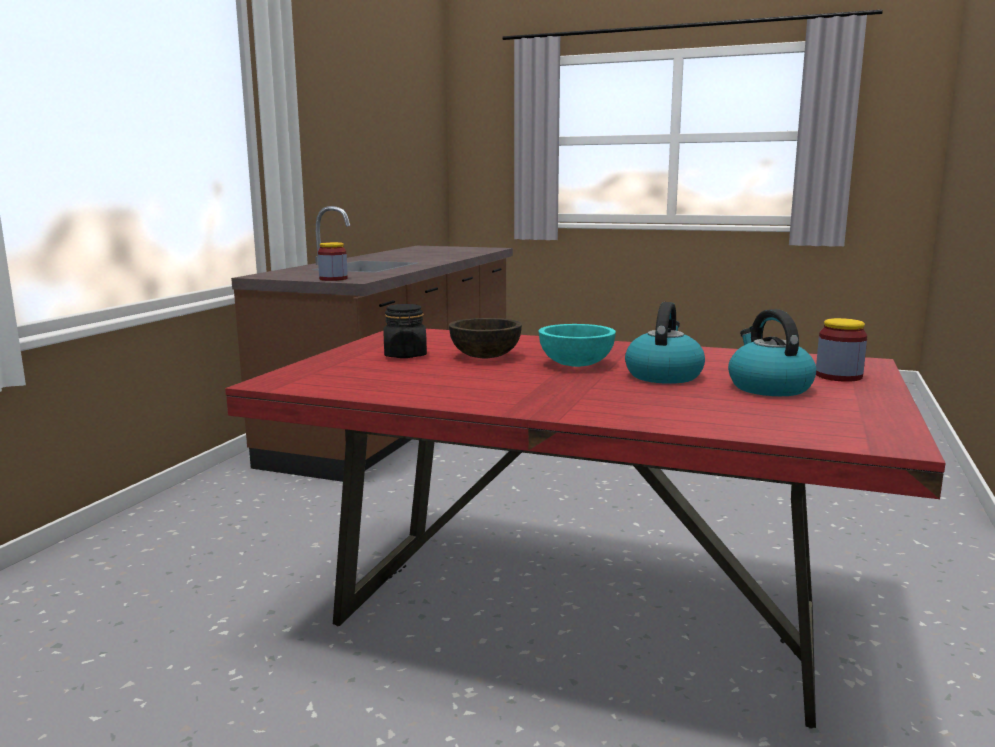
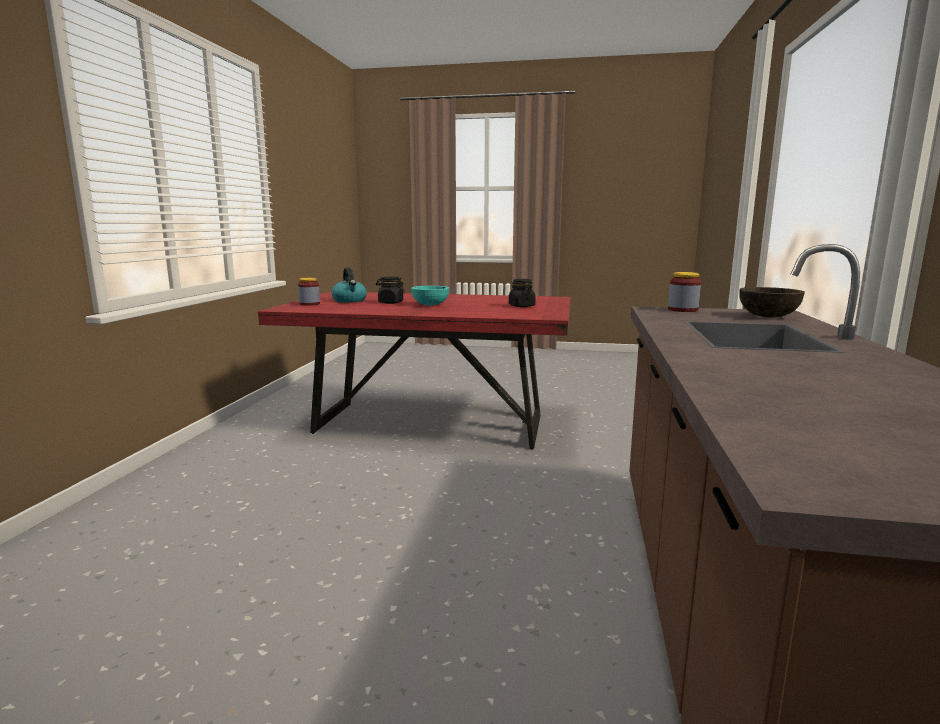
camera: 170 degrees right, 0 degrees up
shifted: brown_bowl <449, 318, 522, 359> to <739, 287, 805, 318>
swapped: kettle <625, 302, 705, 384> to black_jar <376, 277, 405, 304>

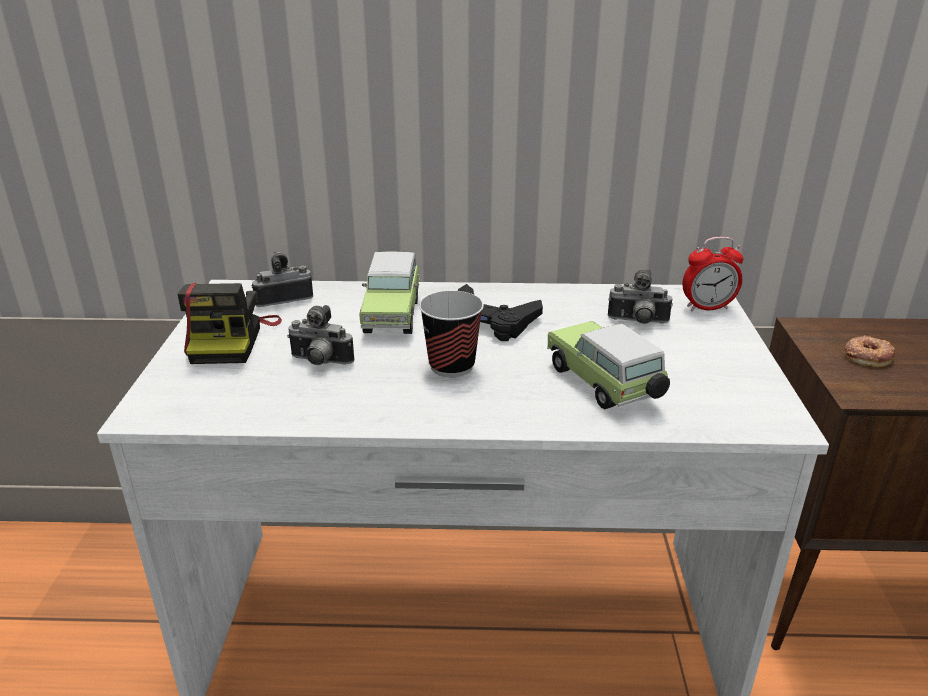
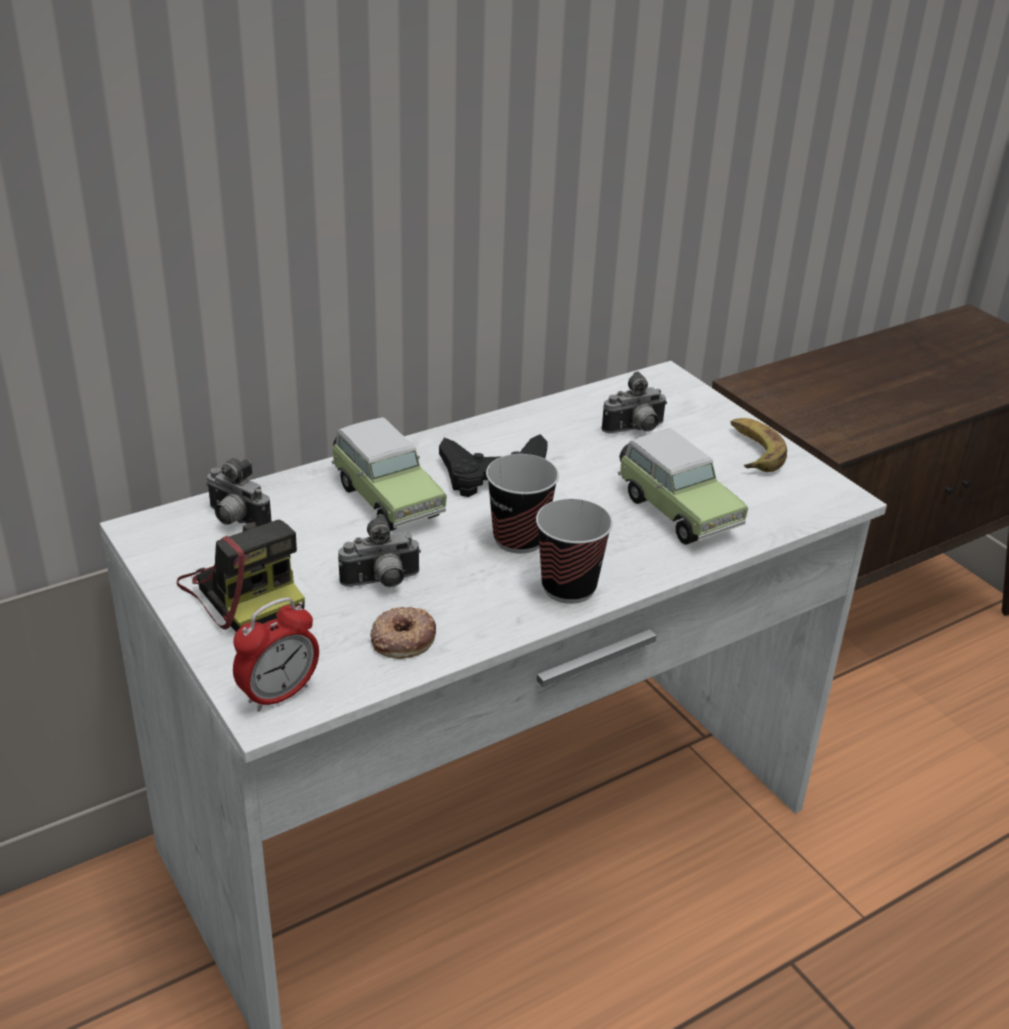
camera: 35 degrees left, 5 degrees up
new: cup <536, 499, 613, 604>; banana <731, 418, 787, 472>
shifted: alarm_clock <682, 237, 744, 311> to <233, 597, 319, 712>; donut <844, 335, 895, 367> to <370, 607, 436, 659>
rotated: photo_camera <251, 251, 313, 307> = <206, 458, 272, 527> 90 degrees counterclockwise; toy_car <547, 321, 670, 409> = <618, 429, 748, 545> 150 degrees counterclockwise

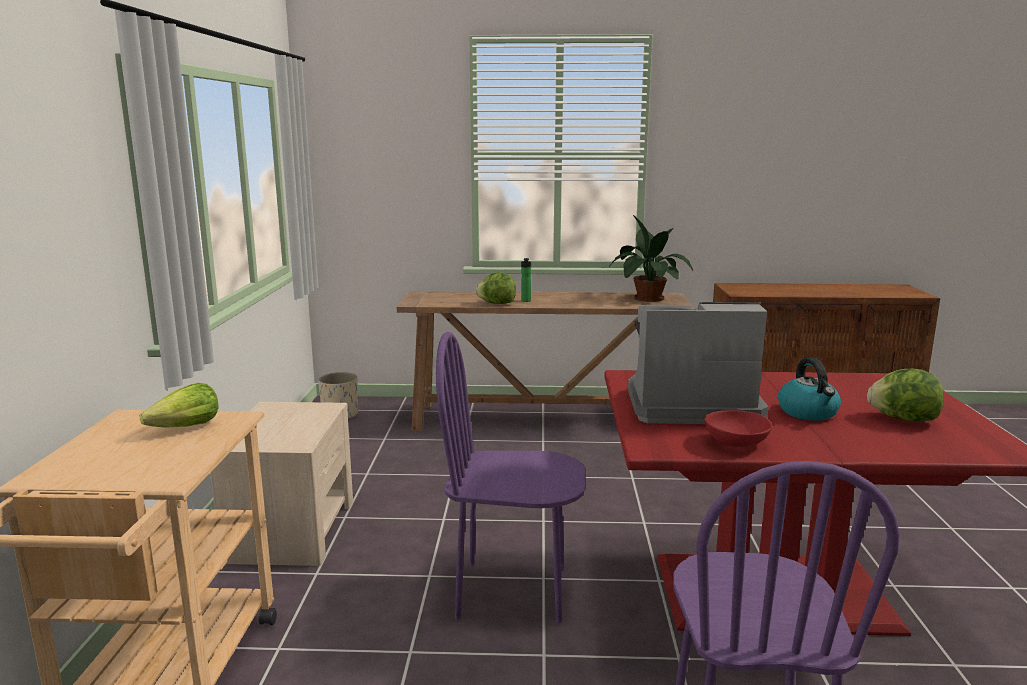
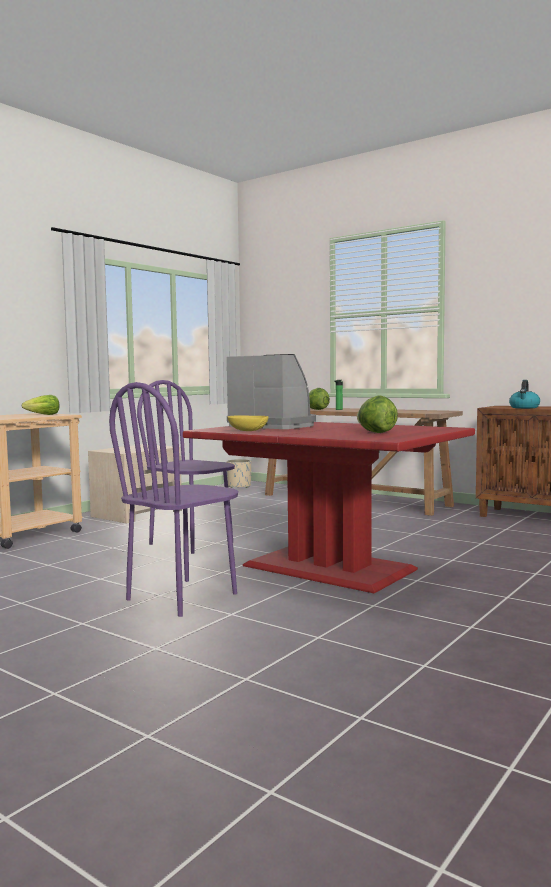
camera: 35 degrees right, 10 degrees down
gone: potted_plant <610, 215, 693, 302>
shifted: kettle <778, 357, 841, 421> to <509, 380, 540, 408>
repainted: red_bowl <704, 410, 772, 447> to yellow_bowl <227, 415, 269, 431>

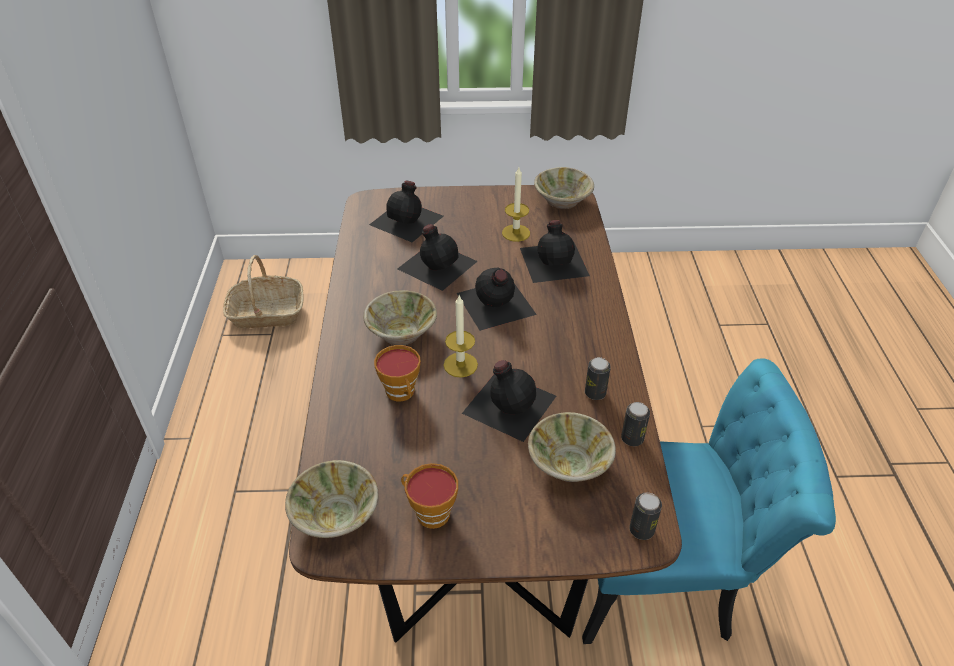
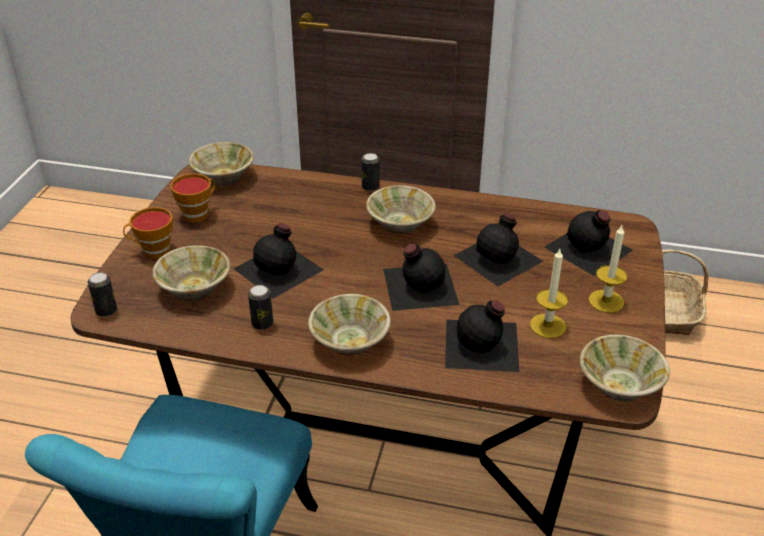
camera: 105 degrees right, 5 degrees down
new: beige_bowl <308, 294, 391, 355>
shifted: cup <374, 345, 421, 401> to <123, 207, 173, 259>; candle <444, 295, 478, 377> to <589, 225, 627, 313>; can <621, 402, 650, 446> to <361, 153, 379, 191>

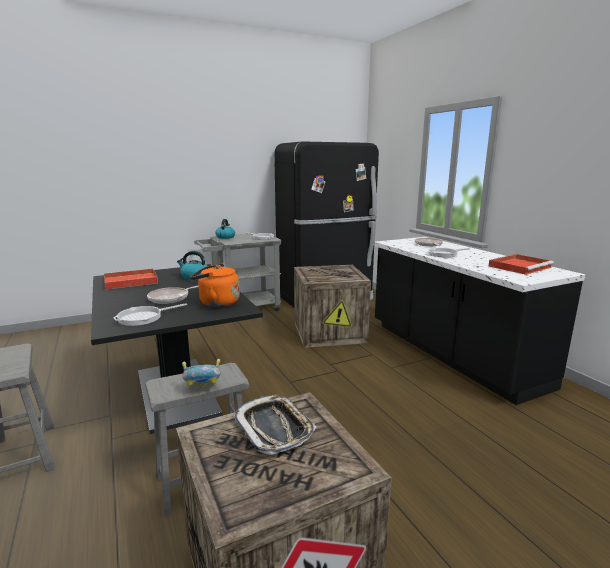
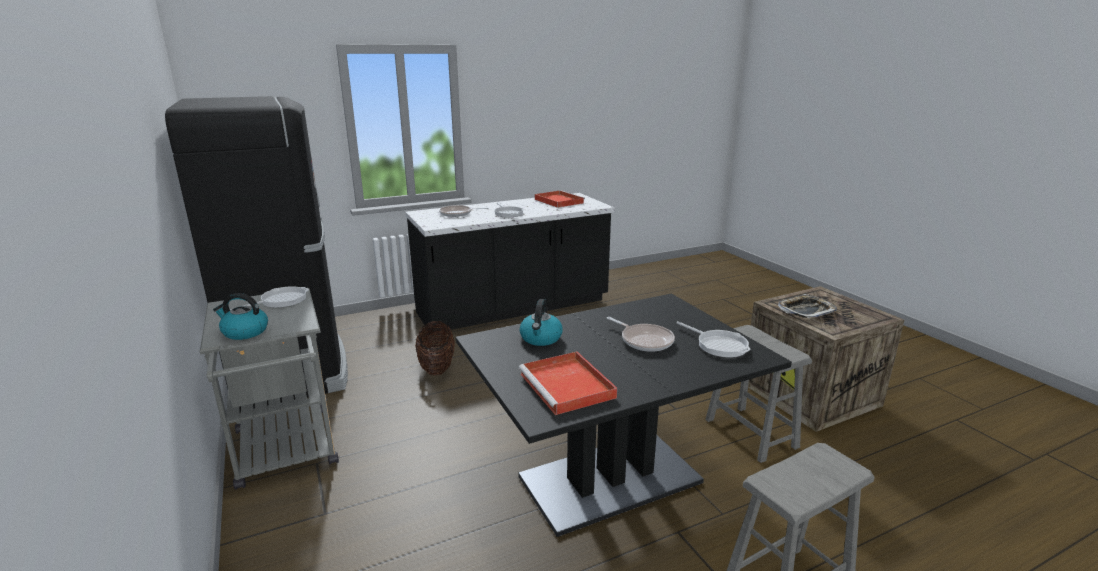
camera: 90 degrees left, 5 degrees up
gone: bowl <182, 359, 221, 387>; orange_kettle <191, 264, 240, 307>
swapped: crate <294, 265, 371, 348> to basket <415, 321, 455, 376>

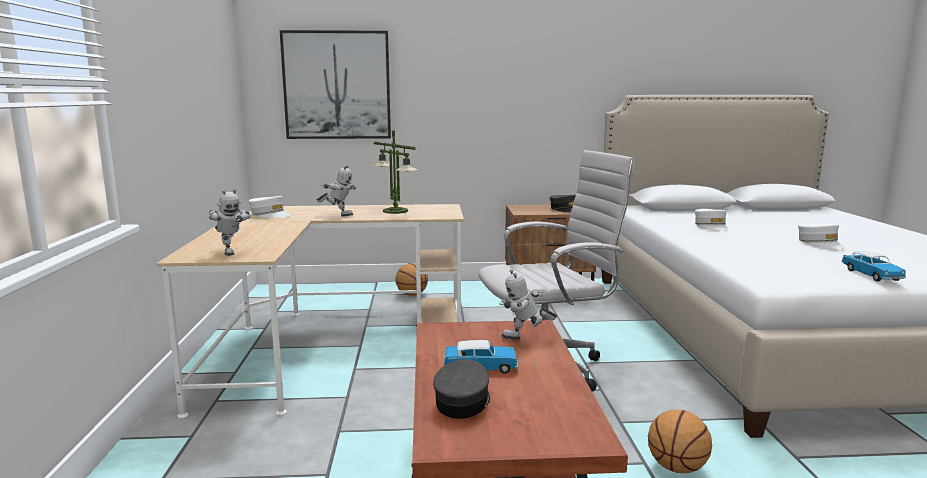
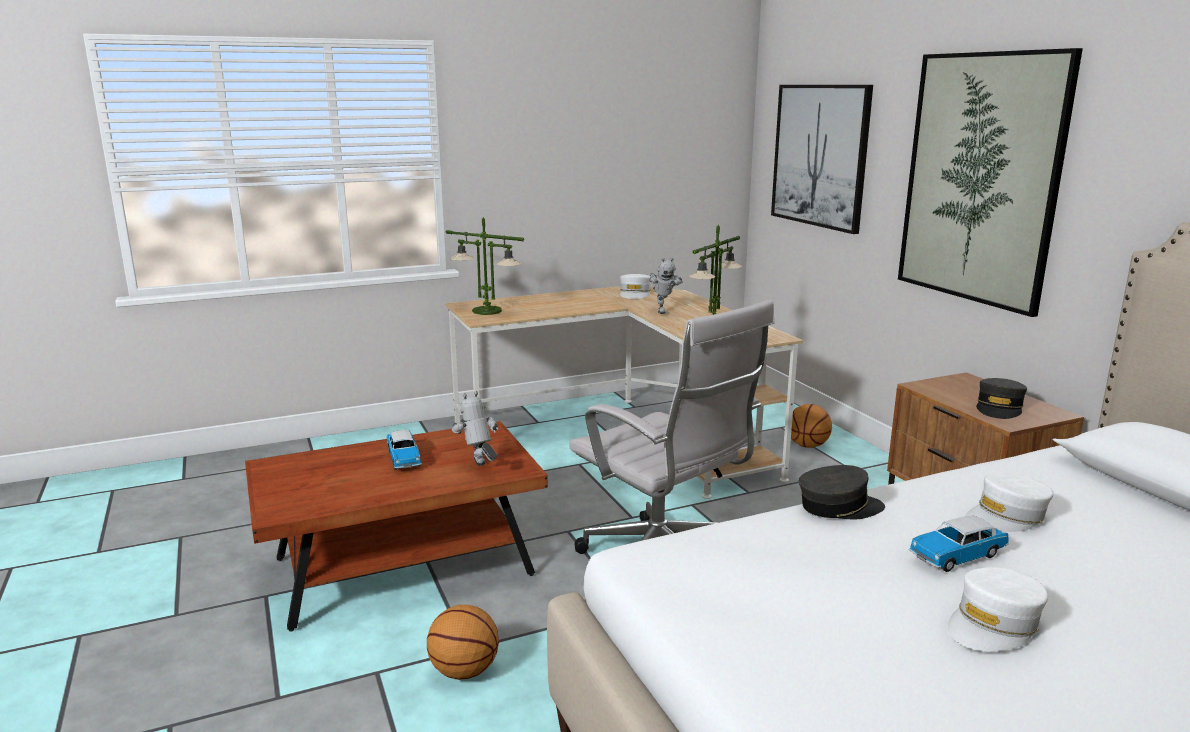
camera: 70 degrees right, 5 degrees up
new: picture <898, 48, 1083, 317>
shifted: grey_cap <433, 359, 490, 419> to <799, 465, 885, 520>; toy_car <842, 251, 906, 281> to <909, 516, 1009, 572>
swapped: toy_robot <209, 189, 251, 256> to table_lamp <446, 217, 524, 315>

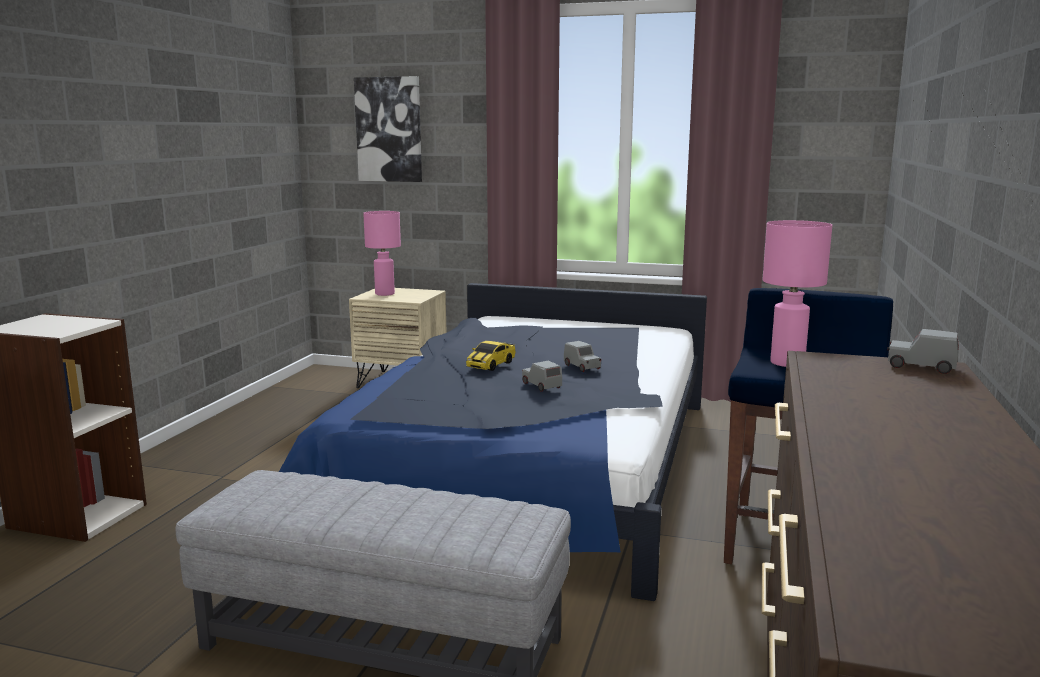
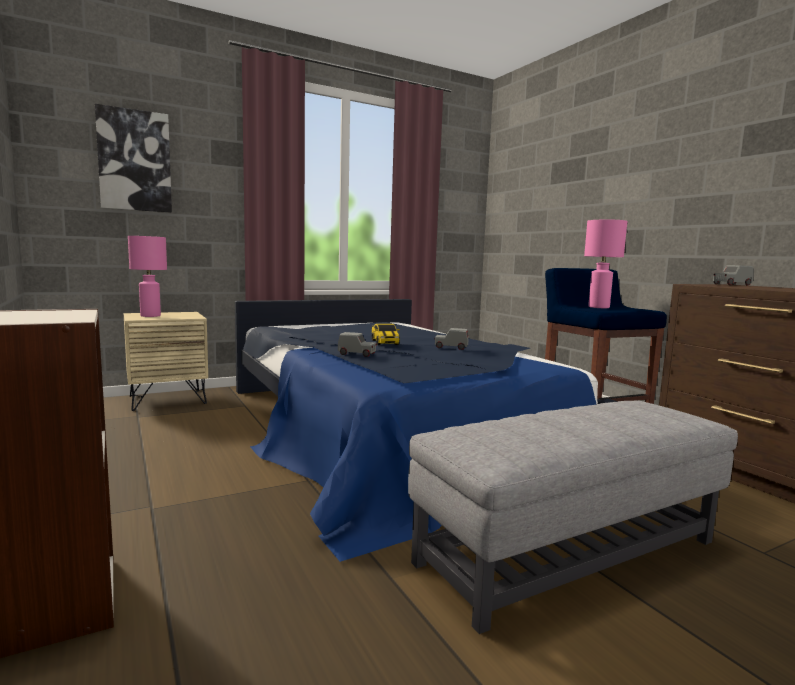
camera: 45 degrees left, 5 degrees down
shifted: grey_toy_car <564, 341, 601, 372> to <338, 332, 377, 357>

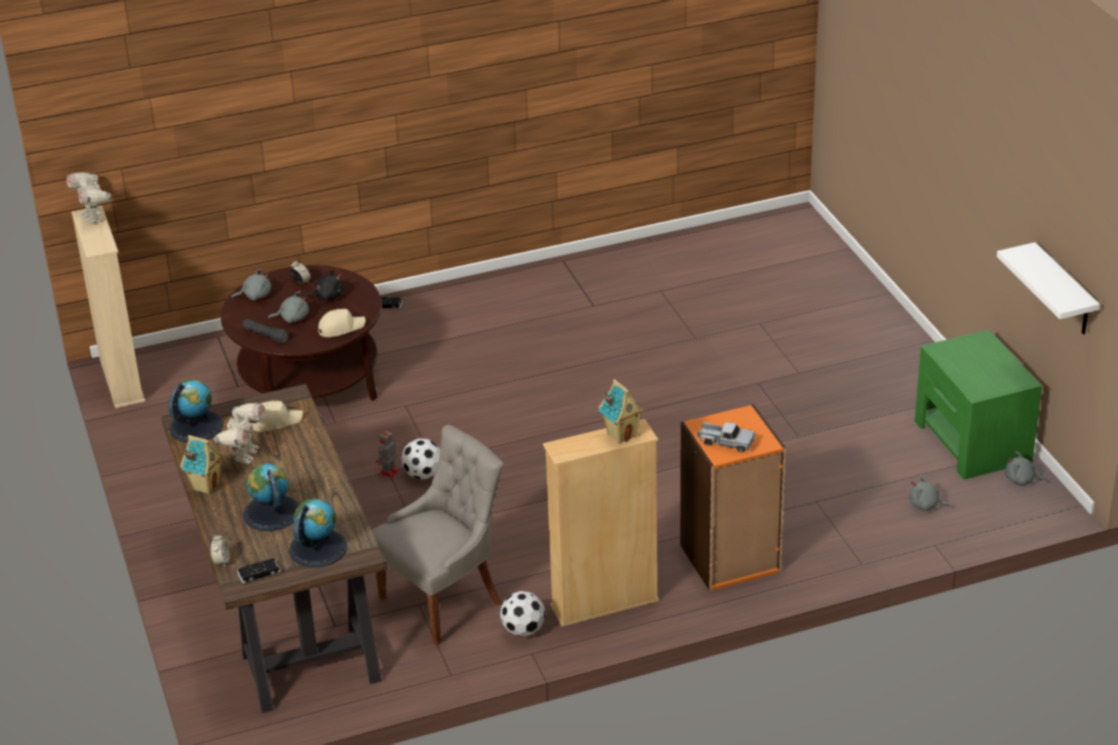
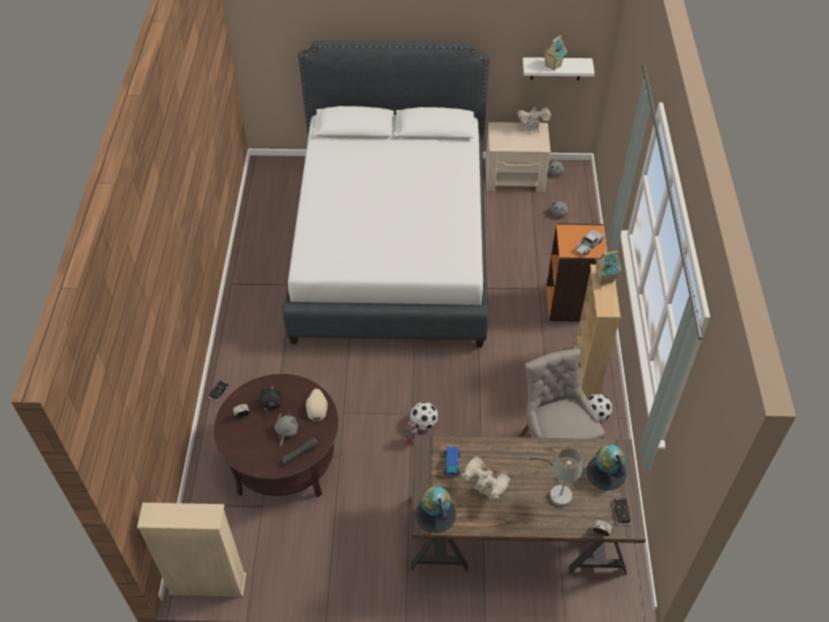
camera: 70 degrees left, 15 degrees up
gone: grey_plush_toy <231, 269, 271, 300>
new: white_bed <282, 40, 490, 348>
shifted: toy_robot <67, 172, 111, 224> to <517, 107, 551, 134>; toy_house <180, 435, 224, 494> to <543, 35, 567, 71>
swapped: globe <243, 464, 299, 531> to grey_table_lamp <529, 448, 582, 506>; beige_cap <252, 401, 303, 432> to toy_car <444, 447, 460, 476>
repainted: green_nightstand <915, 330, 1042, 479> to beige_nightstand <486, 122, 551, 192>

